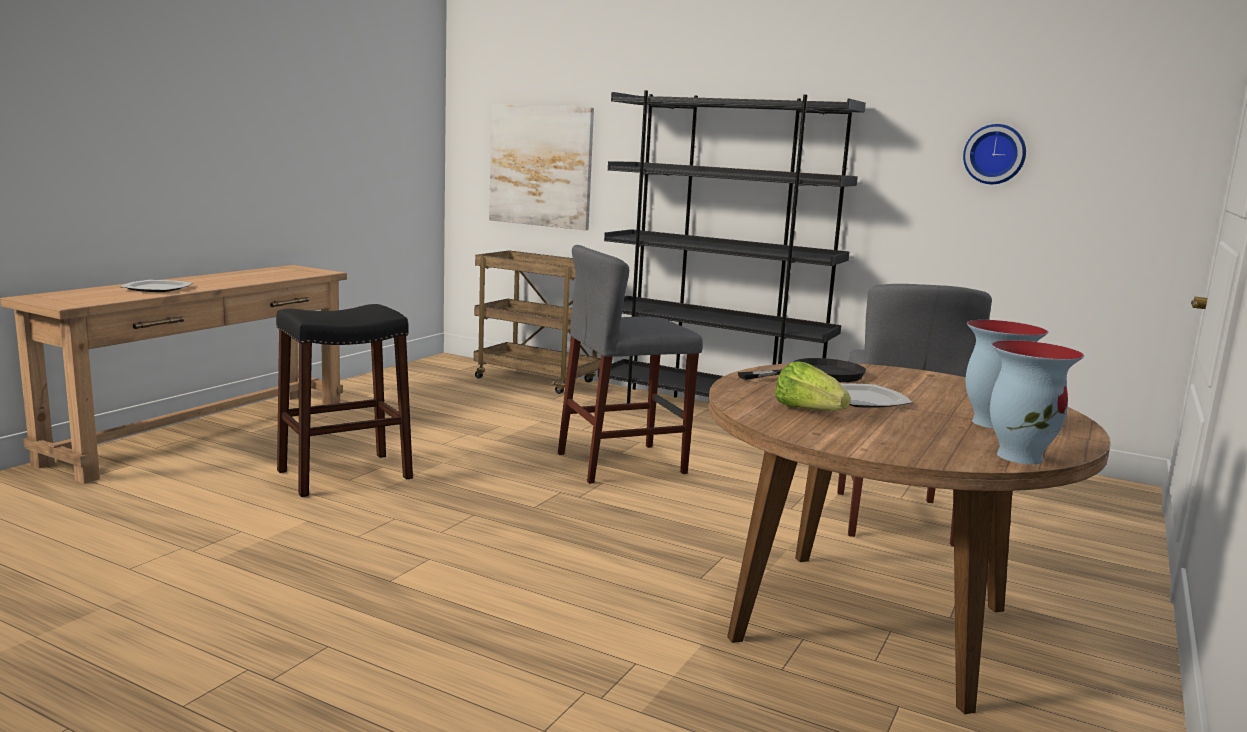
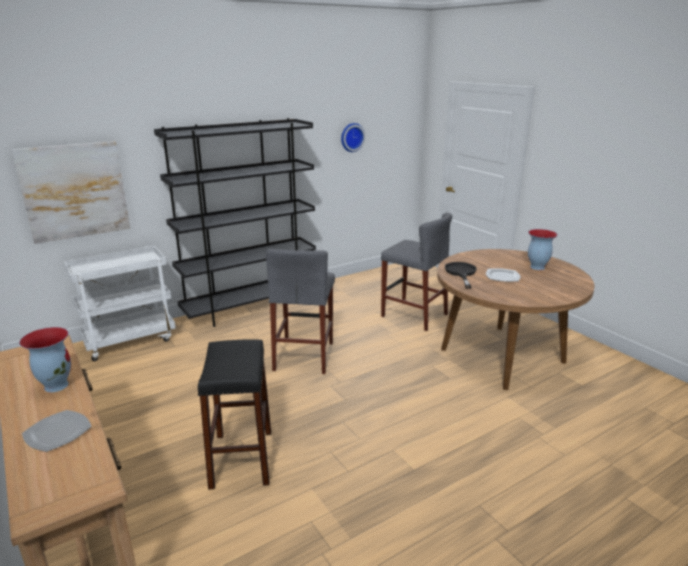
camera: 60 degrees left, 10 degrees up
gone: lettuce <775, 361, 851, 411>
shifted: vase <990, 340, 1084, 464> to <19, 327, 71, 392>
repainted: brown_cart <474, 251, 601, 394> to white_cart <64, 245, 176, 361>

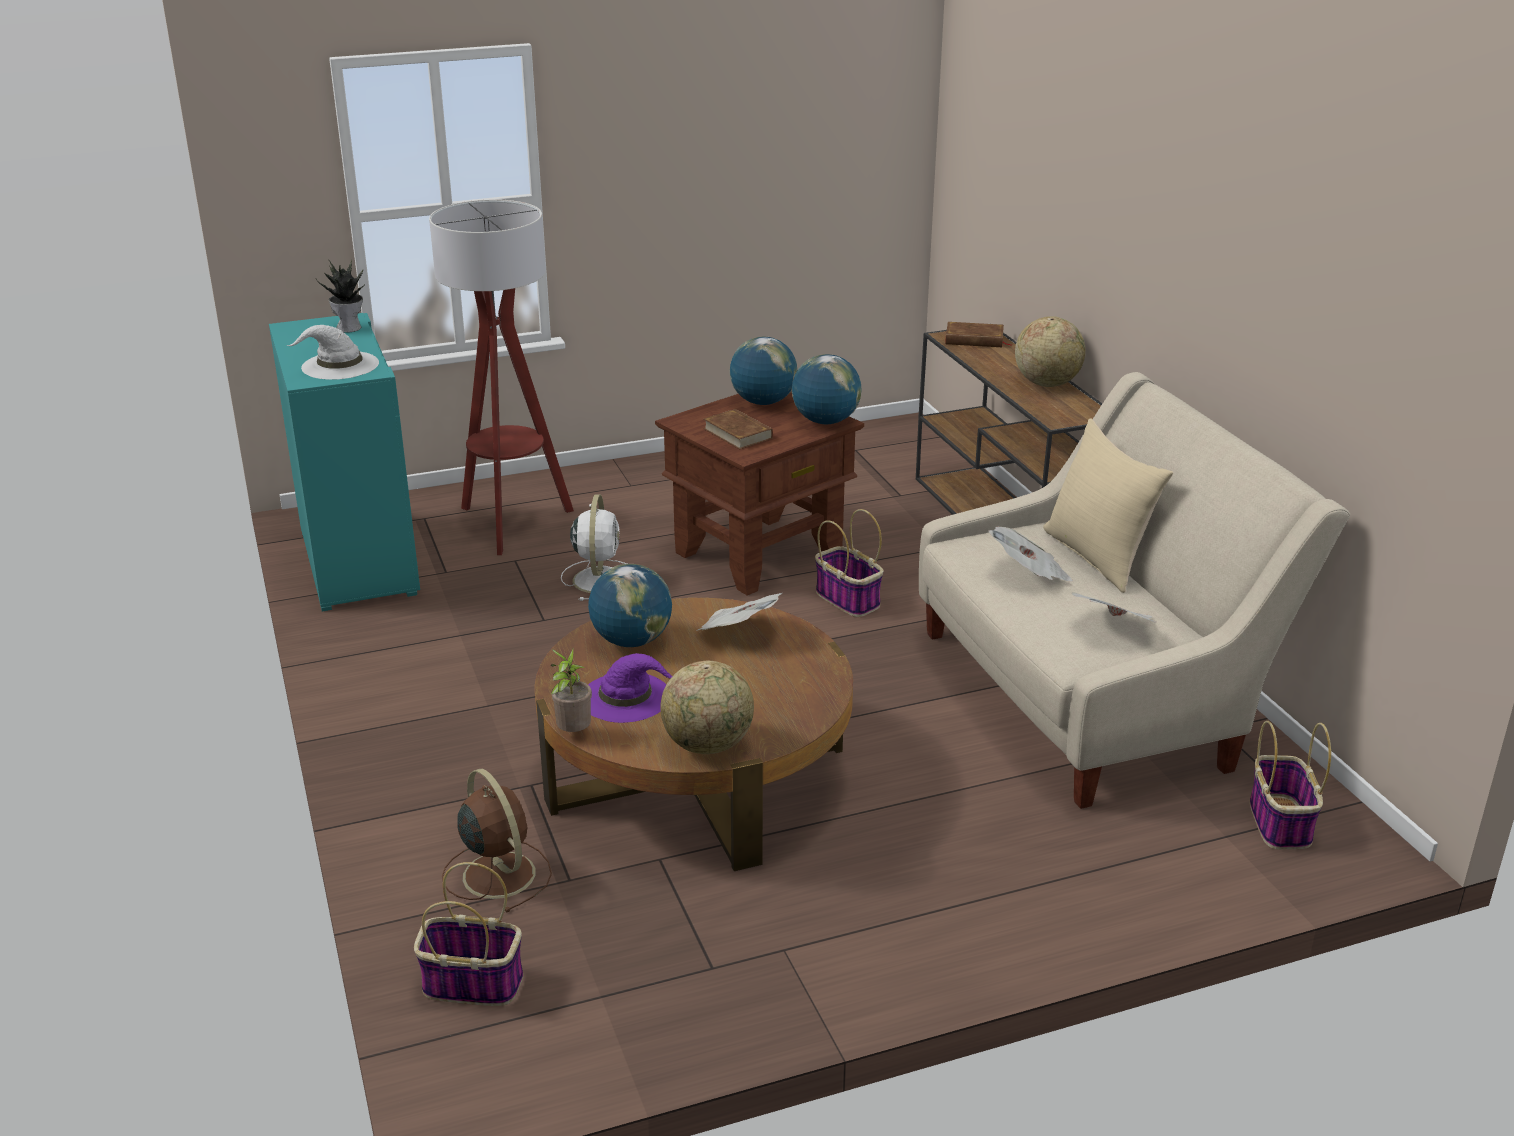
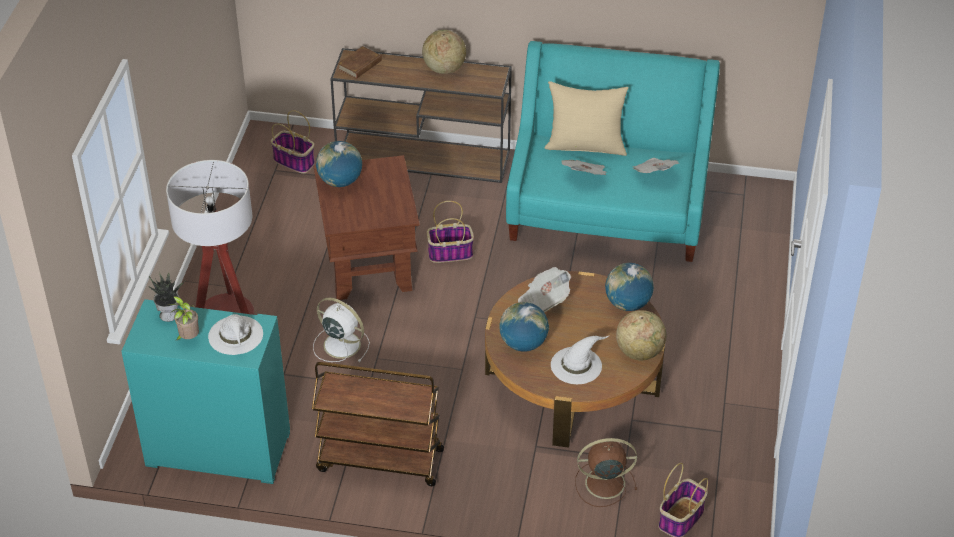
camera: 60 degrees left, 15 degrees up
gone: brown_book <703, 409, 773, 449>
new: brown_cart <312, 362, 444, 486>
shifted: potted_plant <551, 648, 592, 732> to <168, 296, 199, 341>; globe <792, 354, 861, 424> to <605, 263, 654, 311>; basket <1250, 721, 1331, 850> to <271, 110, 315, 174>
repainted: purple_hat <588, 653, 672, 723> to white_hat <551, 336, 608, 384>; beige_sofa <919, 372, 1350, 809> to turquoise_sofa <506, 41, 720, 262>

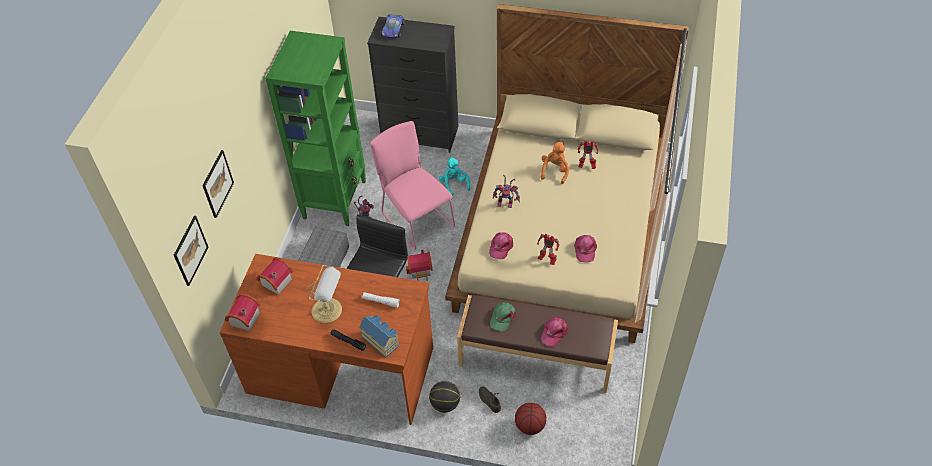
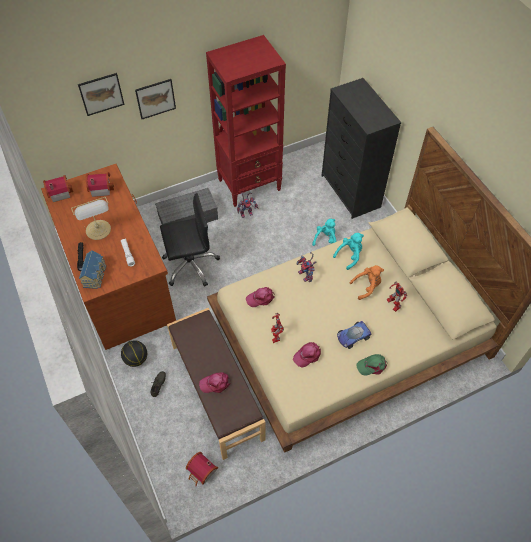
camera: 50 degrees right, 5 degrees up
gone: pink_chair <370, 121, 455, 250>; basketball <515, 403, 546, 435>
new: turquoise_plush_toy <333, 233, 364, 270>
shifted: picture <174, 216, 208, 286> to <135, 79, 176, 119>; toy_car <381, 14, 405, 38> to <337, 321, 372, 349>; toy_house <406, 249, 433, 281> to <186, 452, 218, 486>; green_cap <490, 302, 516, 331> to <356, 354, 387, 376>
repainted: green_bookcase <265, 31, 366, 226> to red_bookcase <206, 35, 286, 207>

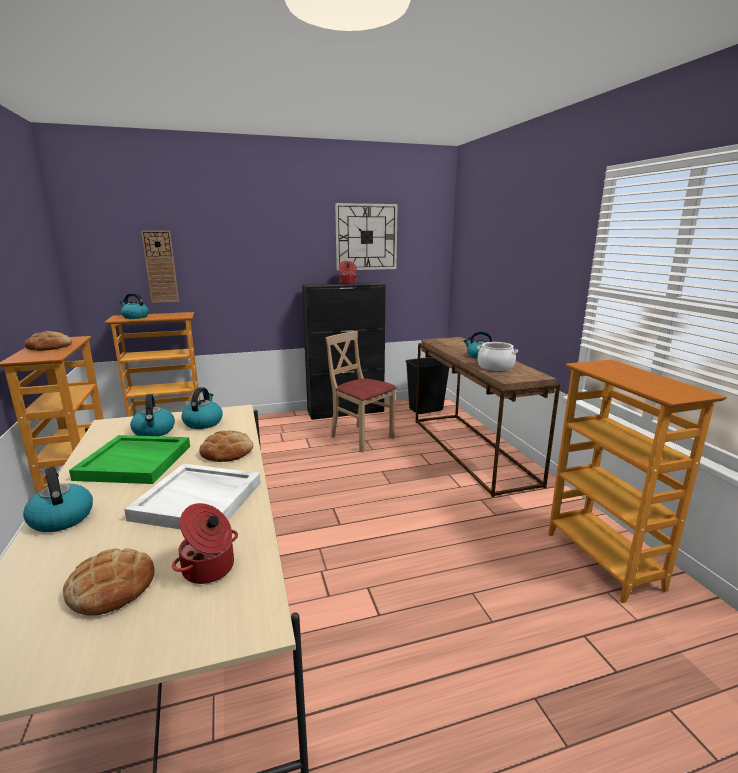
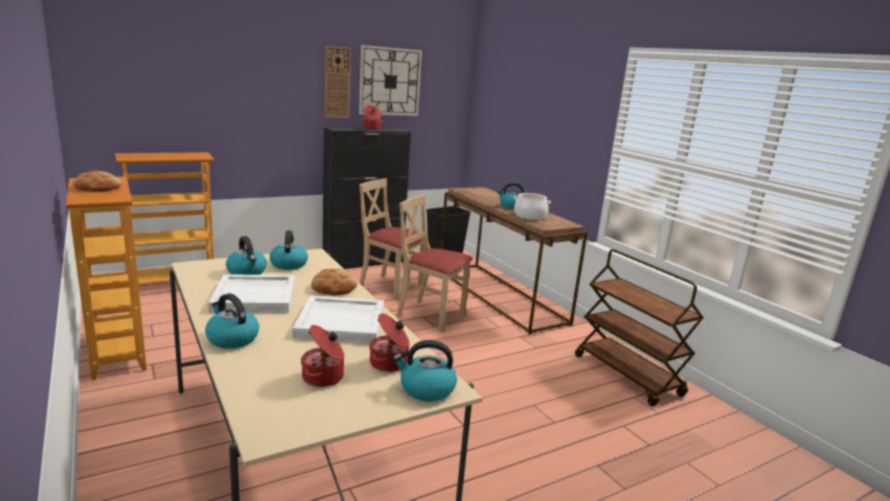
camera: 15 degrees left, 0 degrees up
new: beige_chair <396, 195, 473, 332>
shifted: kettle <120, 293, 149, 319> to <393, 340, 457, 401>; wall_clock <141, 230, 179, 303> to <325, 46, 351, 118>
swapped: bread <63, 548, 154, 616> to cooking_pot <301, 325, 344, 387>; bookcase <548, 359, 727, 603> to brown_cart <575, 249, 704, 406>
repainted: green_tray <69, 435, 190, 484> to white_tray <208, 274, 295, 313>

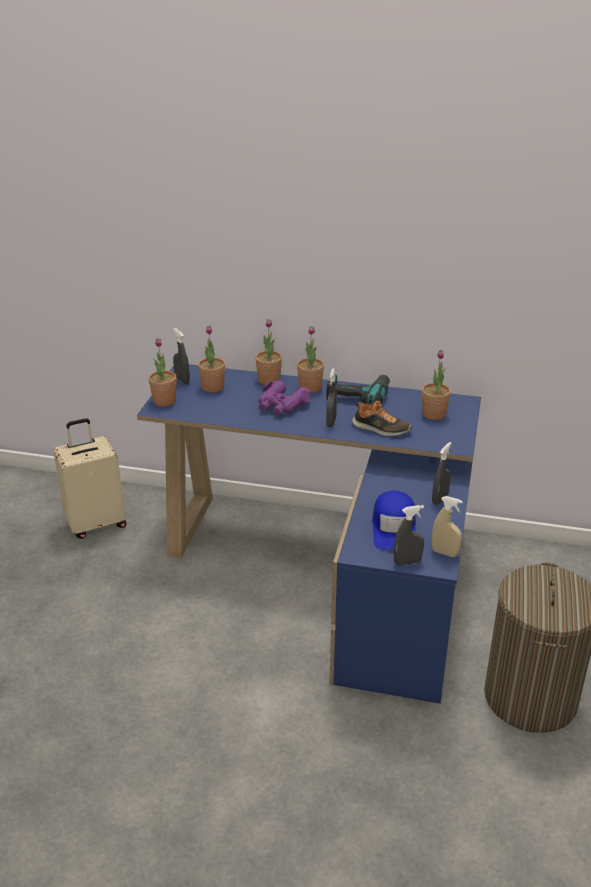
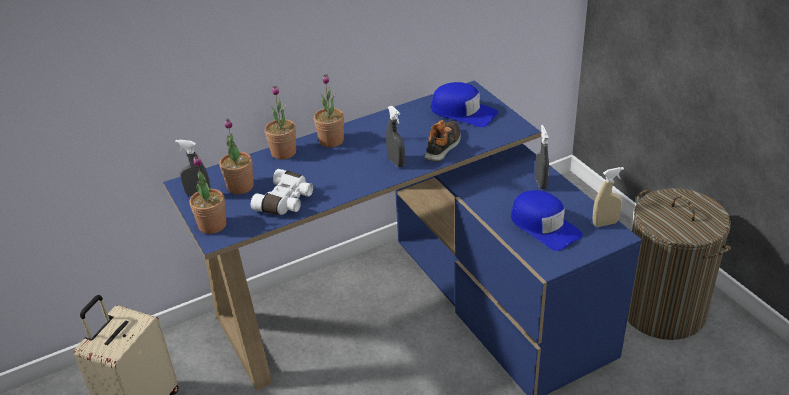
camera: 40 degrees left, 5 degrees up
gone: purple_binoculars <258, 381, 311, 415>; power_drill <326, 374, 390, 404>; grey_spray_bottle <394, 505, 424, 565>
new: white_binoculars <251, 169, 313, 215>
swapped: potted_plant <422, 350, 451, 420> to blue_cap <431, 82, 498, 127>
rotated: shoe <352, 401, 412, 436> = <424, 120, 461, 161> 45 degrees counterclockwise

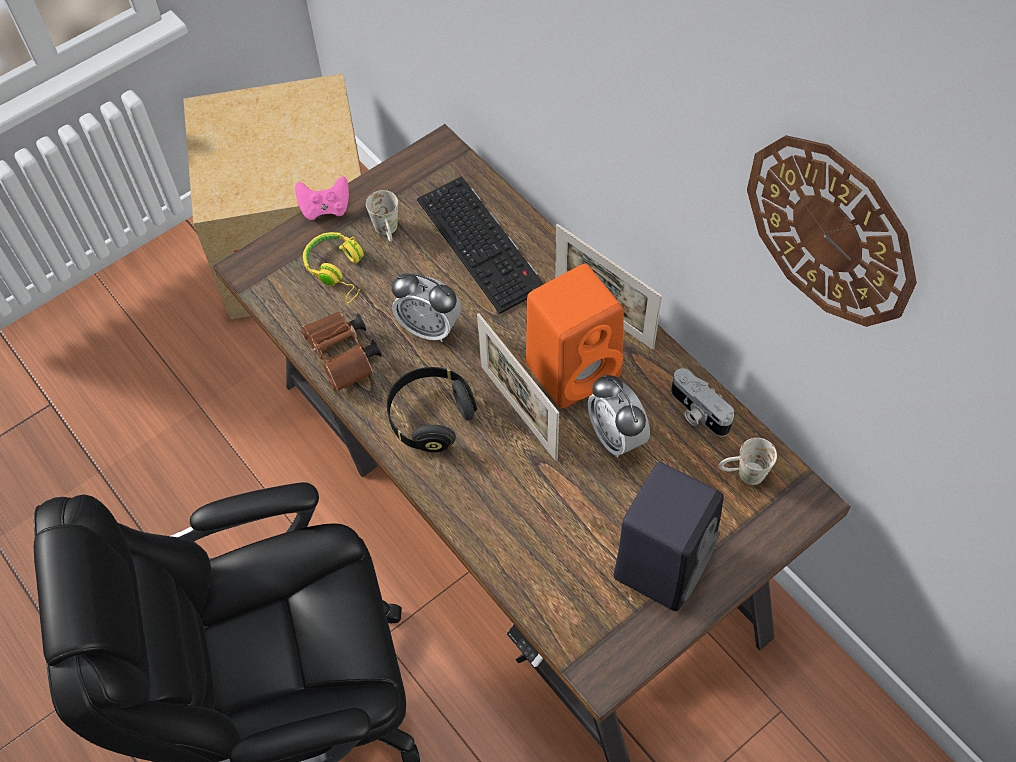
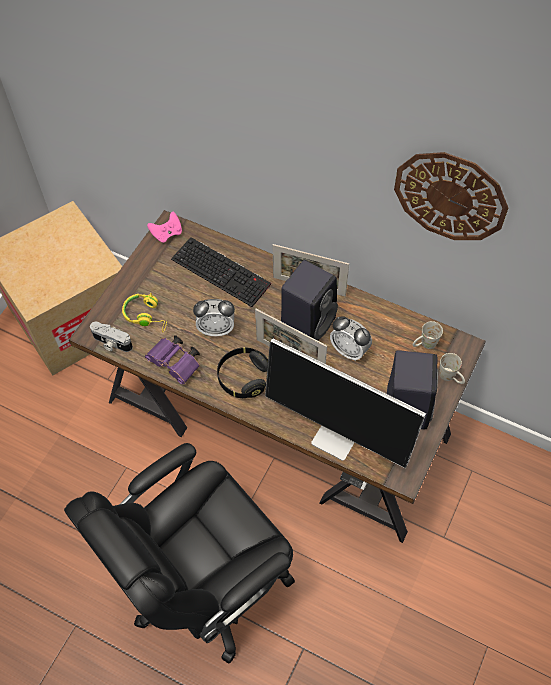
camera: 25 degrees left, 0 degrees up
new: monitor <265, 338, 426, 468>
shifted: pink_game_controller <295, 176, 349, 220> to <147, 212, 182, 243>; white_mug <366, 190, 398, 242> to <439, 353, 465, 384>; photo_camera <671, 368, 734, 437> to <90, 322, 133, 352>
repainted: brown_binoculars <300, 311, 382, 392> to purple_binoculars <145, 335, 200, 384>; orange_speaker <526, 264, 624, 409> to black_speaker <281, 260, 338, 341>

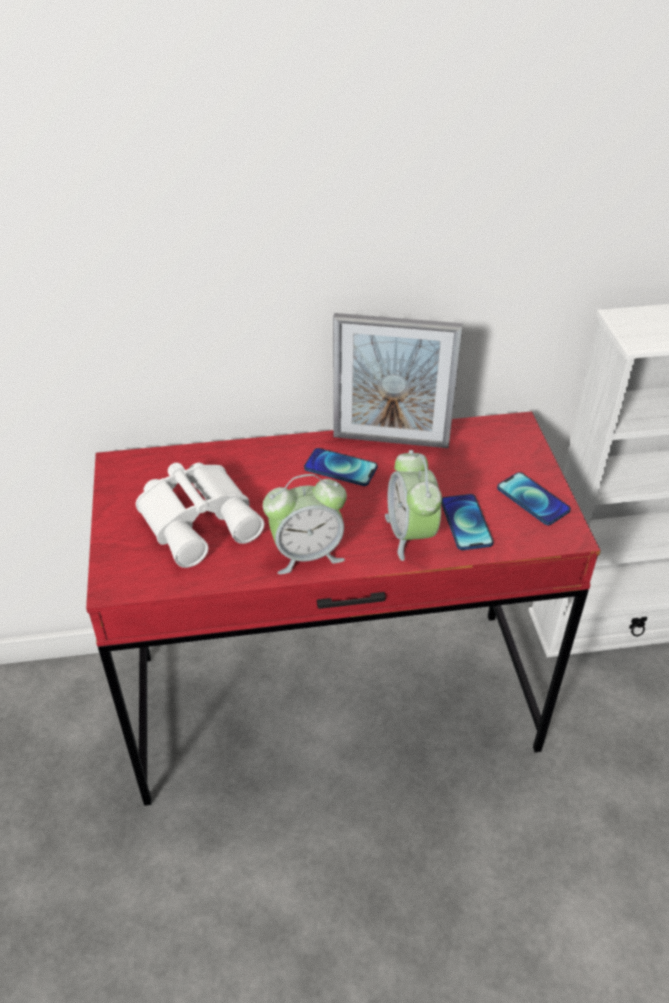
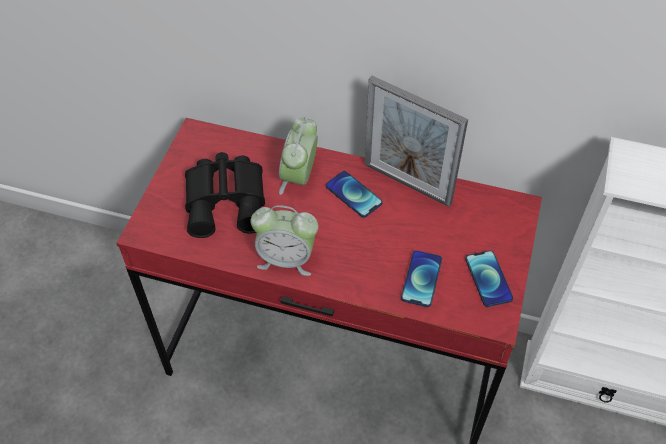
camera: 25 degrees right, 10 degrees up
shifted: alarm_clock <385, 450, 442, 561> to <279, 117, 318, 195>
repainted: white_binoculars <136, 463, 265, 568> to black_binoculars <185, 152, 265, 238>

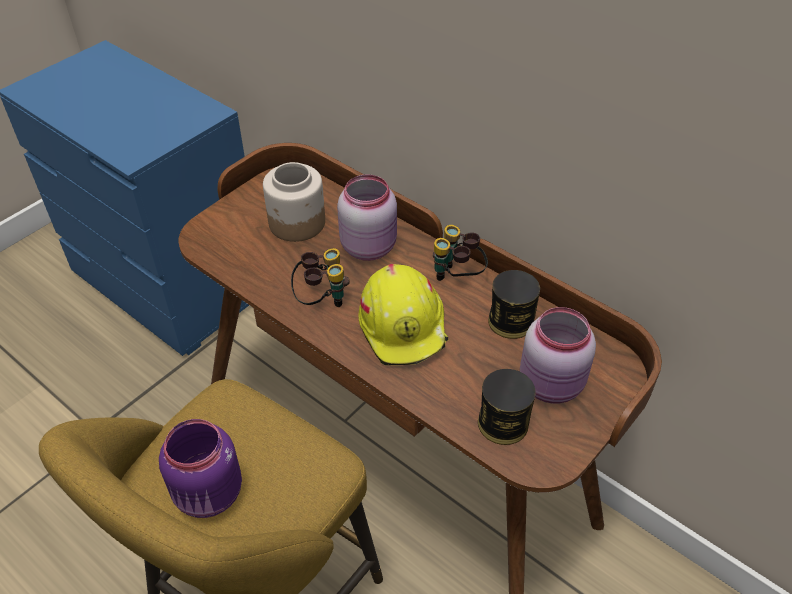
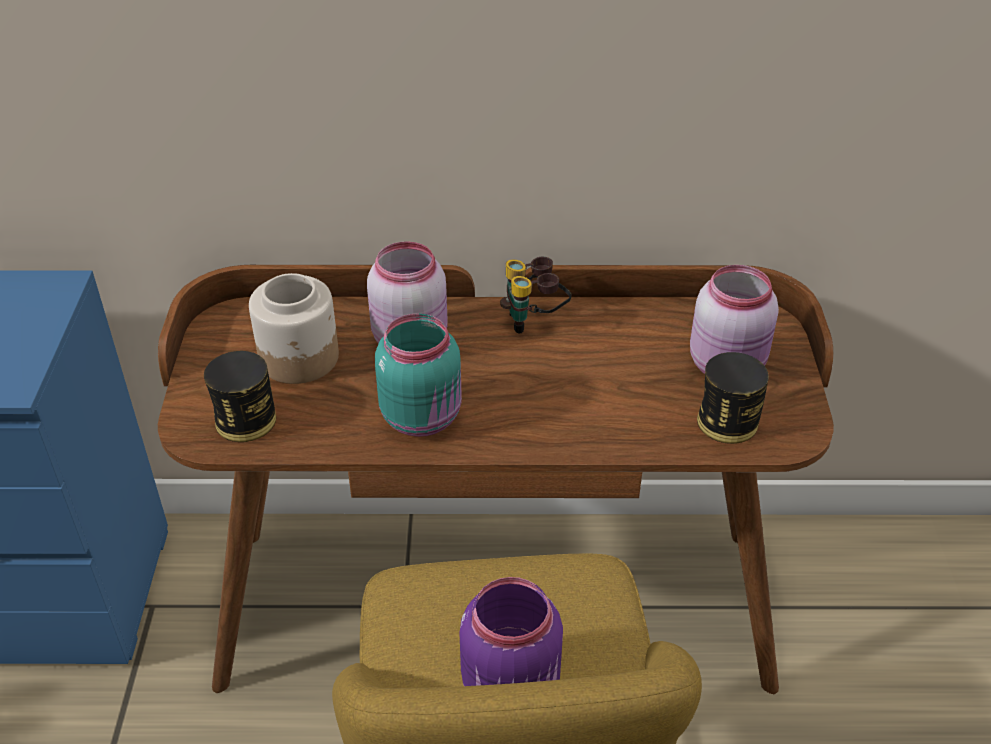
camera: 40 degrees left, 5 degrees down
gone: yellow_hard_hat <358, 264, 449, 366>
shifted: can <488, 270, 540, 339> to <204, 351, 276, 442>
swapped: binoculars <291, 248, 350, 307> to turquoise_jar <375, 314, 462, 437>

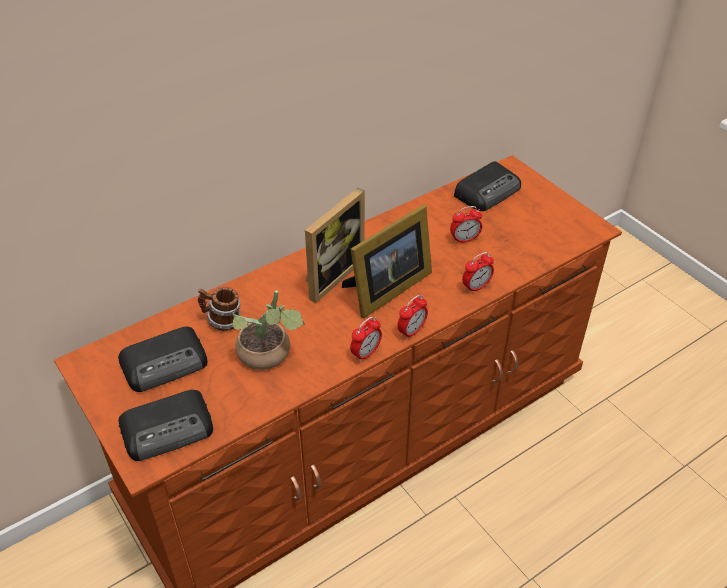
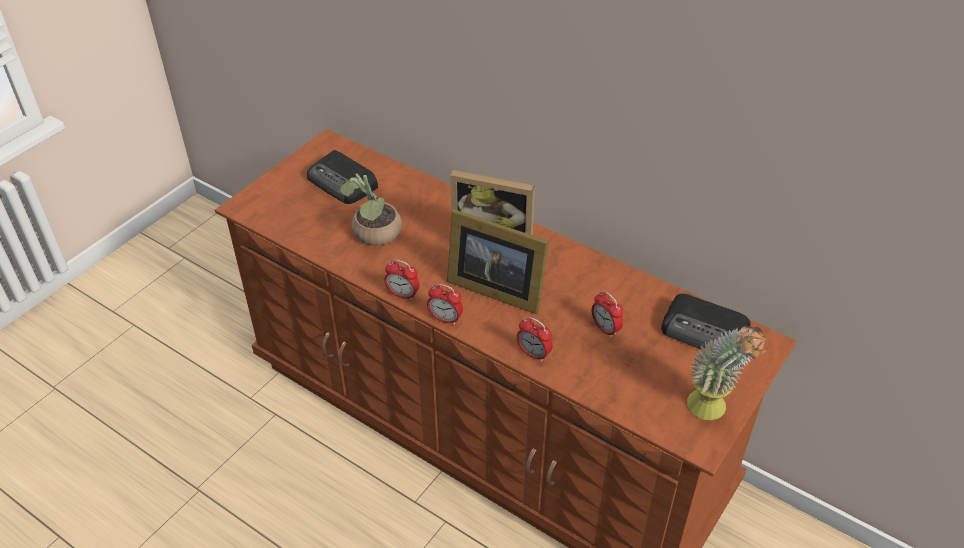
camera: 70 degrees right, 0 degrees up
gone: radio <118, 390, 213, 461>; mug <198, 287, 241, 331>
new: potted_plant <687, 326, 767, 420>

